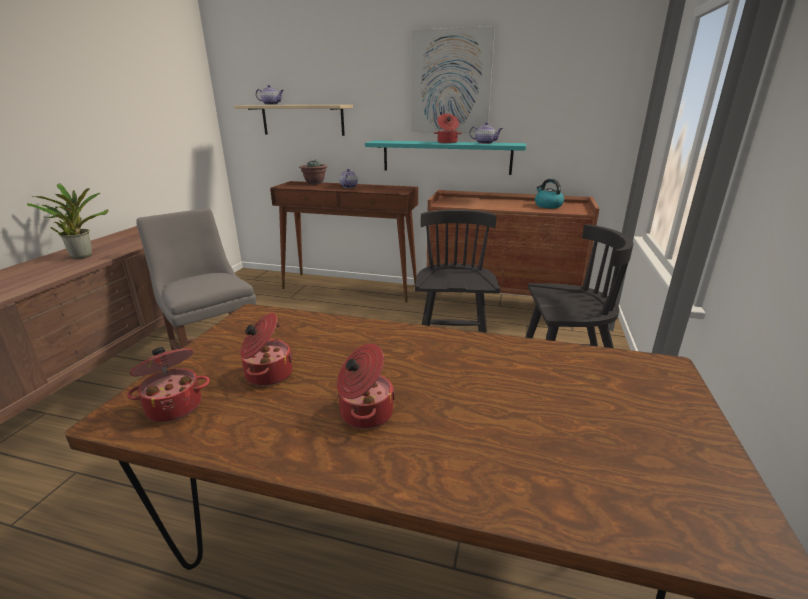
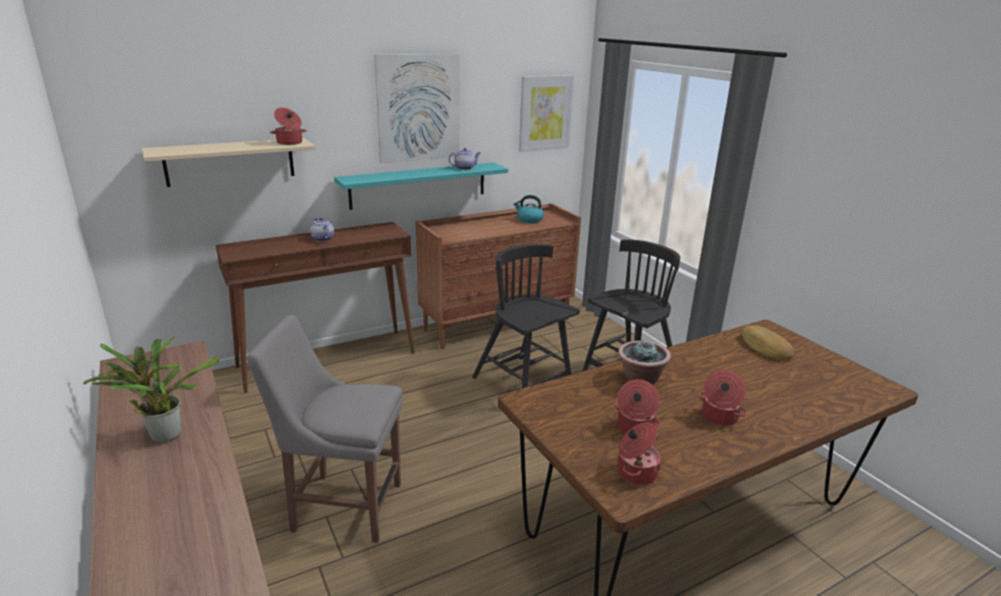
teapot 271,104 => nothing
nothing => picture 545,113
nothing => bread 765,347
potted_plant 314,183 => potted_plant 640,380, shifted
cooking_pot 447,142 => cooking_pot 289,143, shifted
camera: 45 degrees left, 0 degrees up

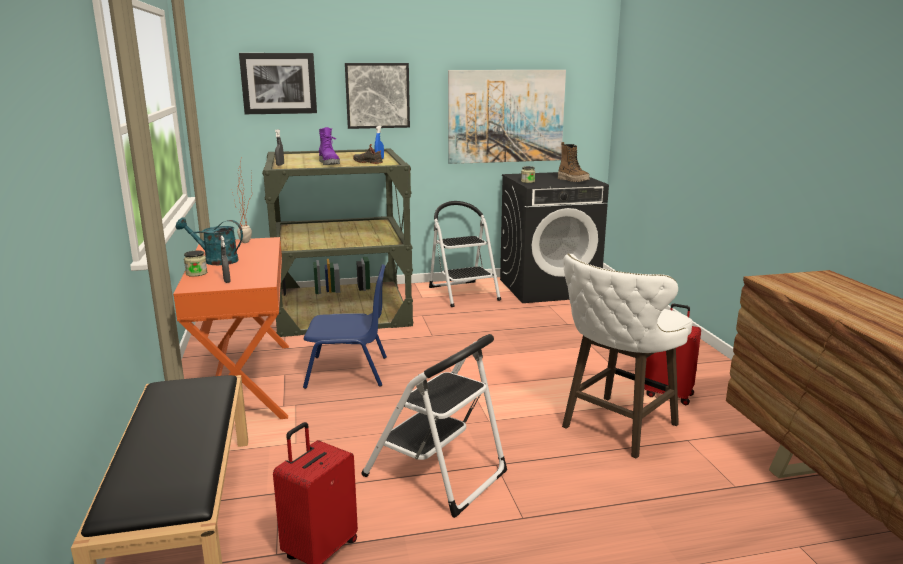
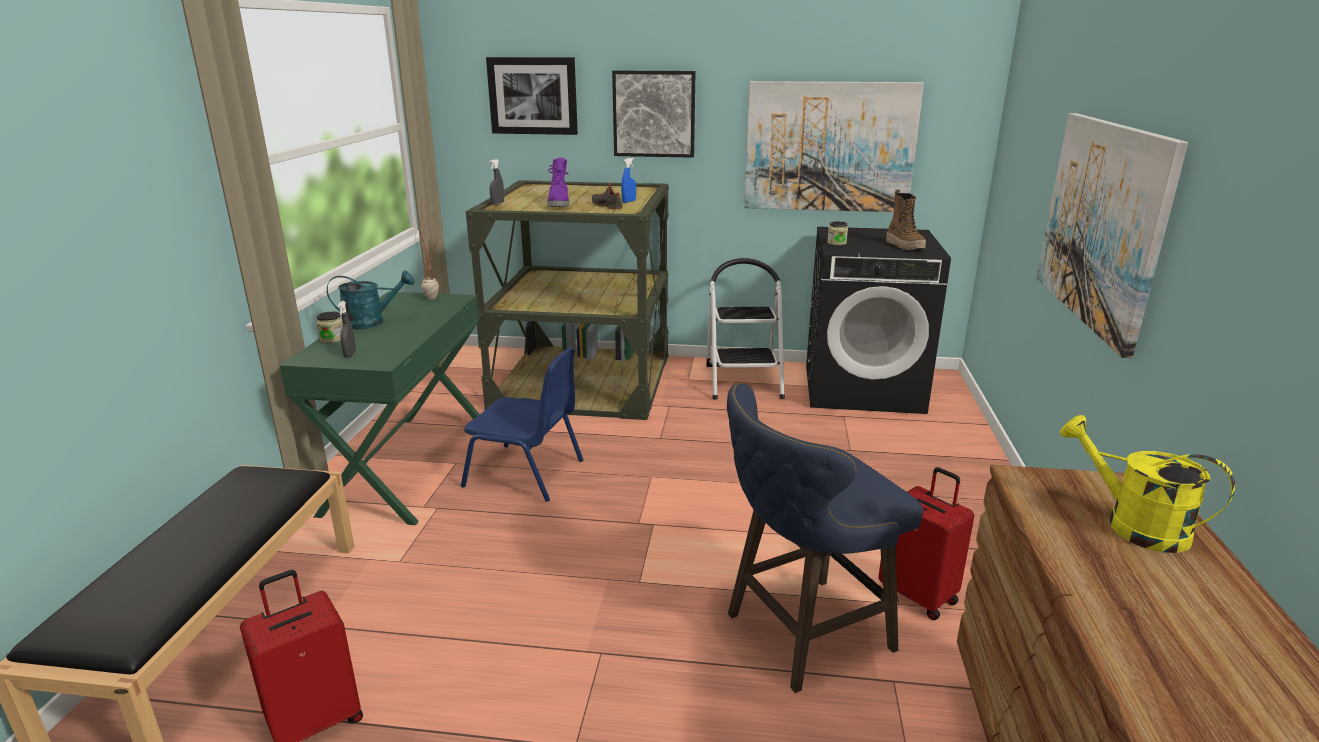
step_ladder 438,475 => nothing
nothing => picture 1102,223
nothing => yellow_watering_can 1132,525
orange_desk 246,382 => green_desk 409,465
white_stool 616,427 => blue_stool 802,634
turquoise_watering_can 215,260 => turquoise_watering_can 372,322, 135 degrees clockwise
camera: 20 degrees right, 5 degrees up

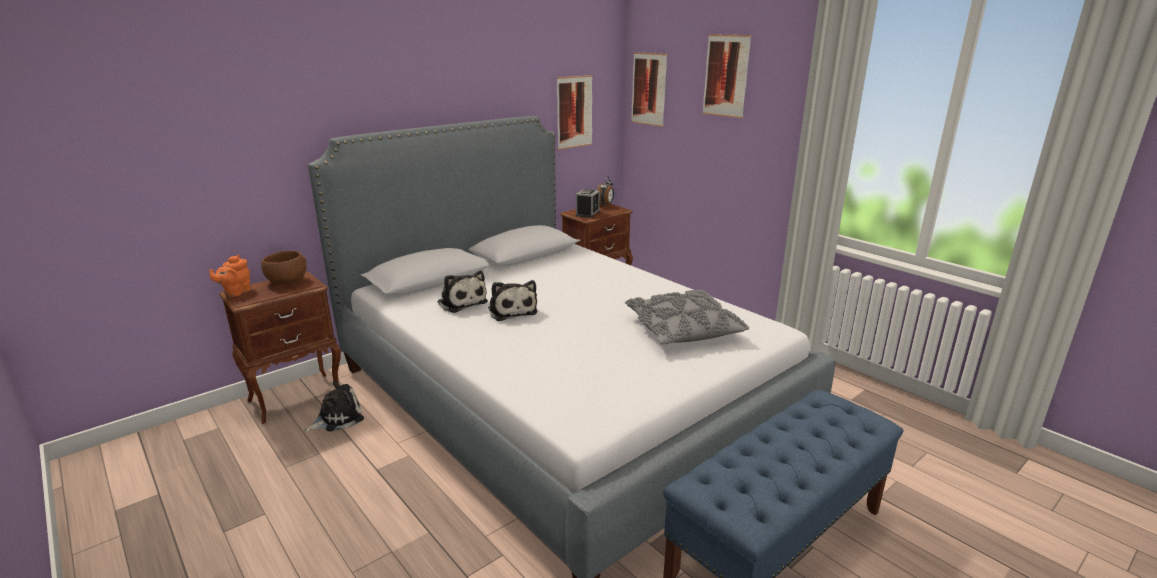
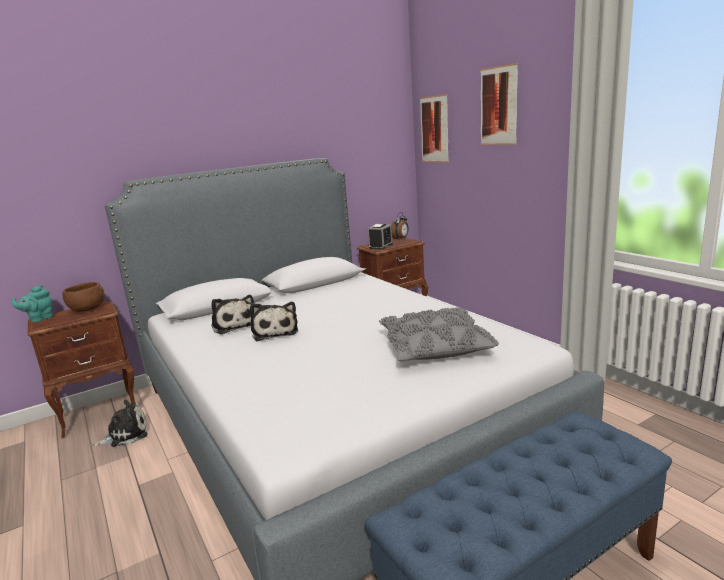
picture 574,112 => nothing
orange_teapot 235,292 => turquoise_teapot 39,319
camera: 10 degrees right, 5 degrees down

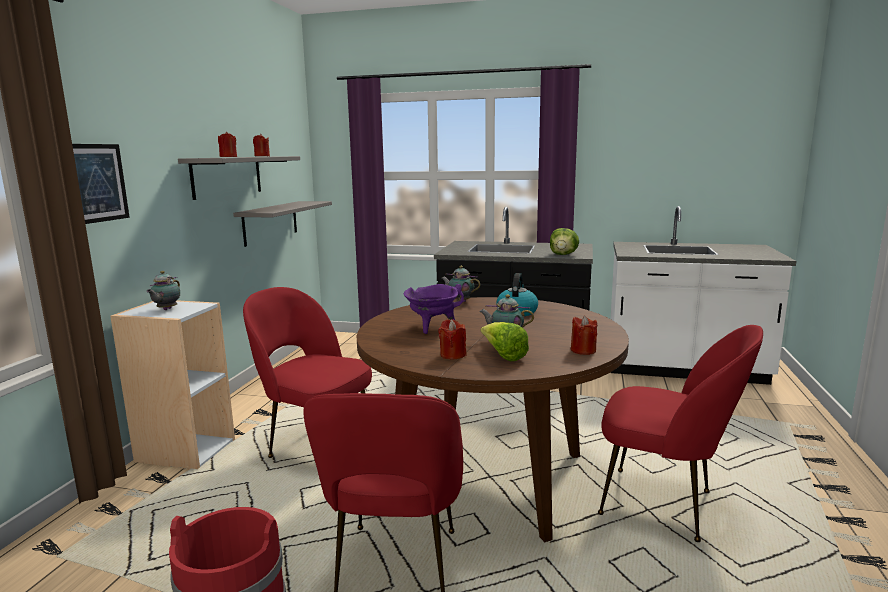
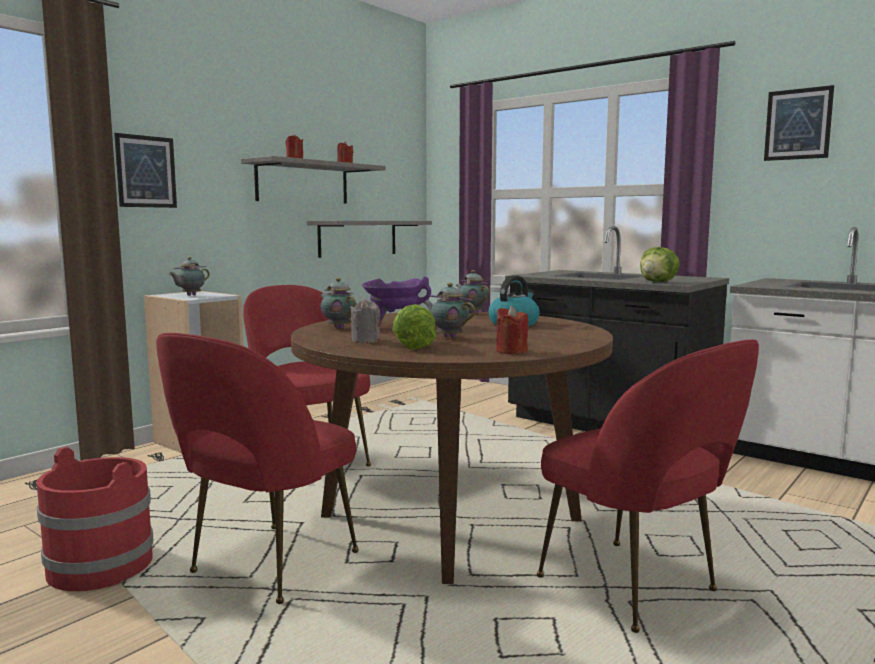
nothing => teapot 338,328
nothing => picture 798,124
red_candle 452,355 => grey_candle 365,341
camera: 25 degrees right, 5 degrees down

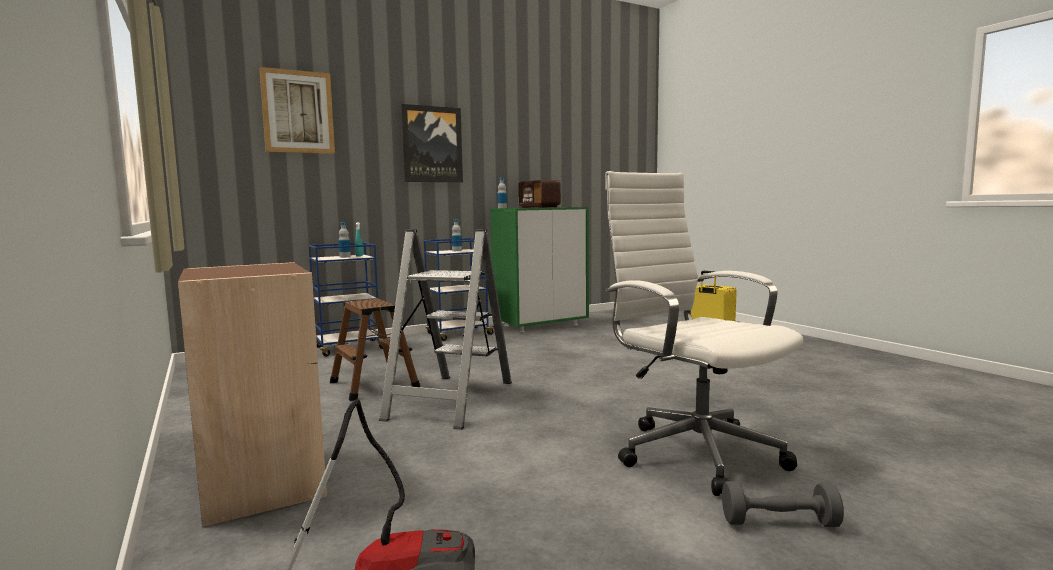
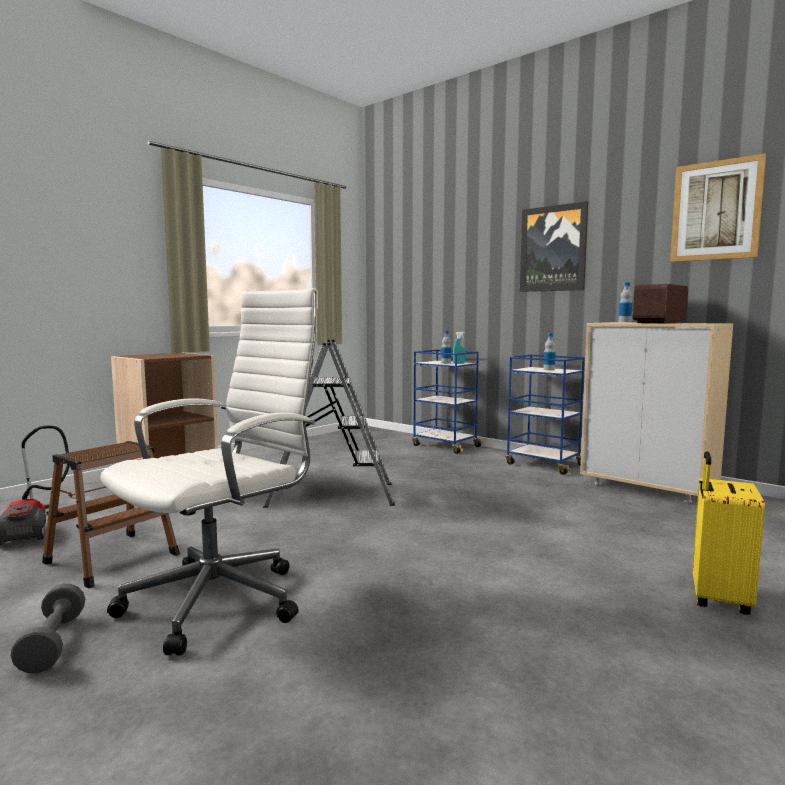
picture 298,112 => picture 715,210, shifted
brown_step_ladder 374,384 => brown_step_ladder 112,558, shifted
green_cabinet 541,325 => beige_cabinet 650,487
camera: 70 degrees right, 0 degrees up

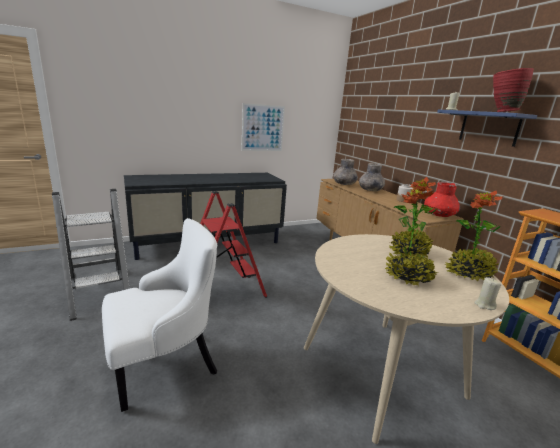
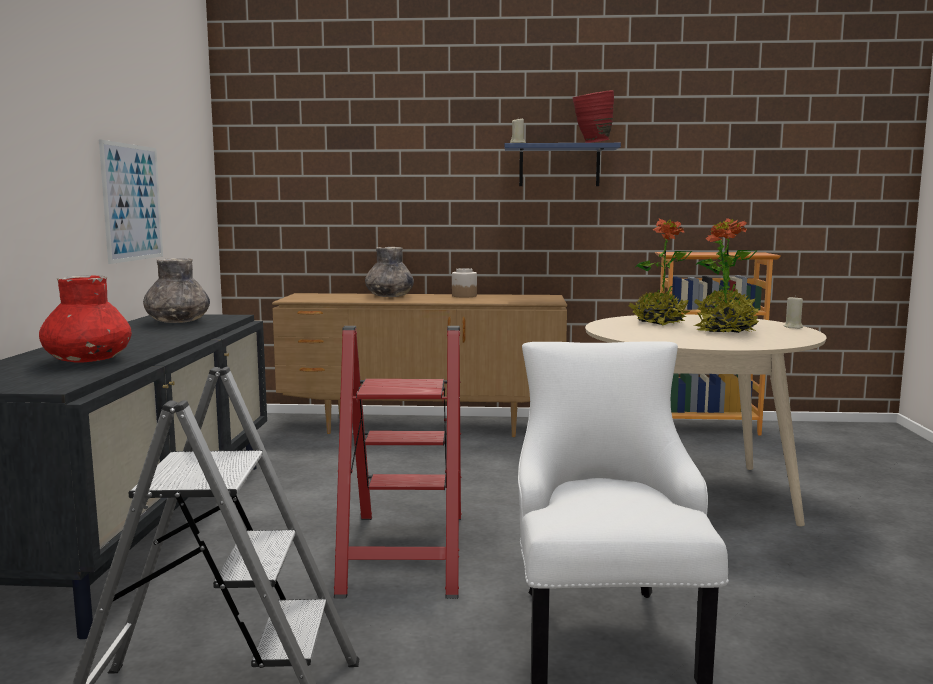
grey_vase 344,184 => grey_vase 177,322, shifted
red_vase 439,215 => red_vase 88,361, shifted
camera: 60 degrees left, 10 degrees down

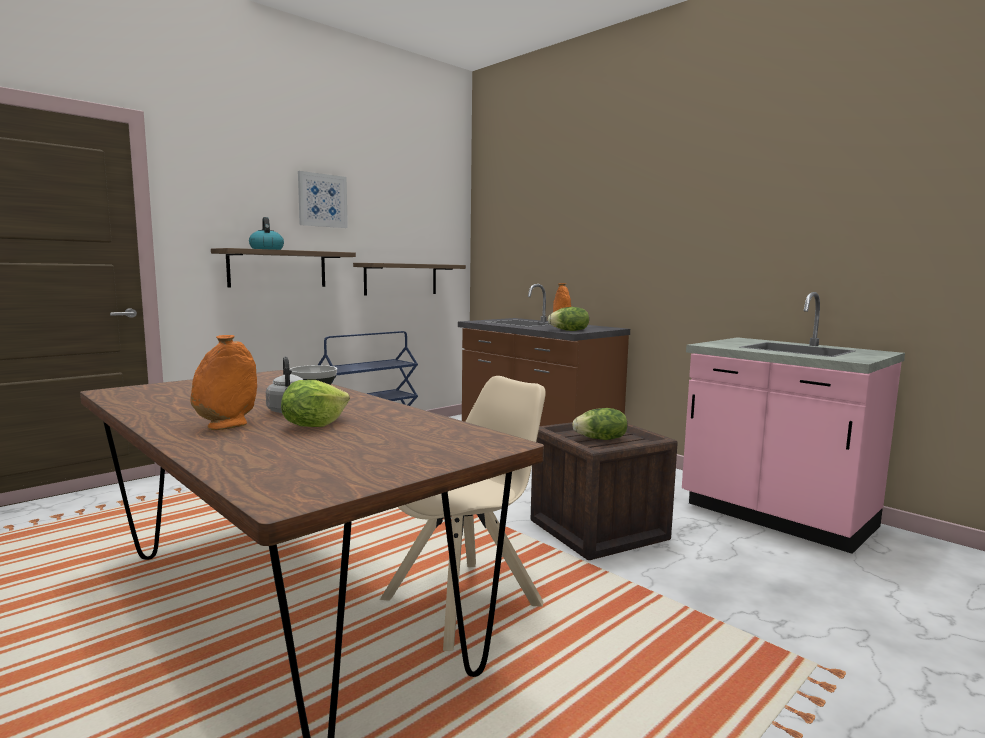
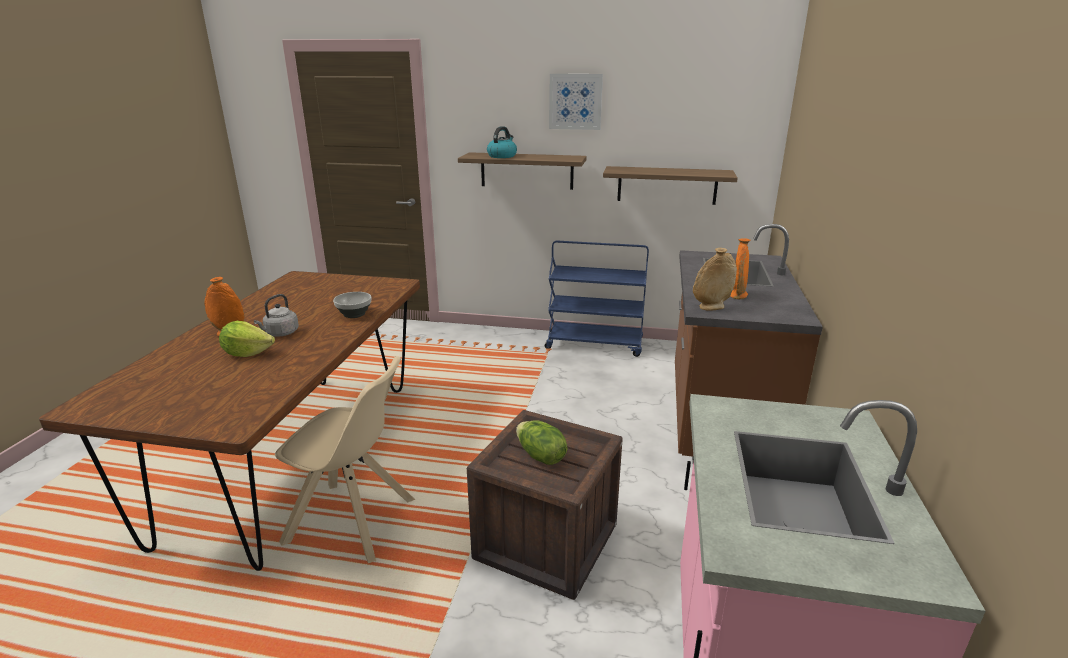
lettuce 569,330 => beige_vase 711,307
camera: 55 degrees right, 15 degrees up

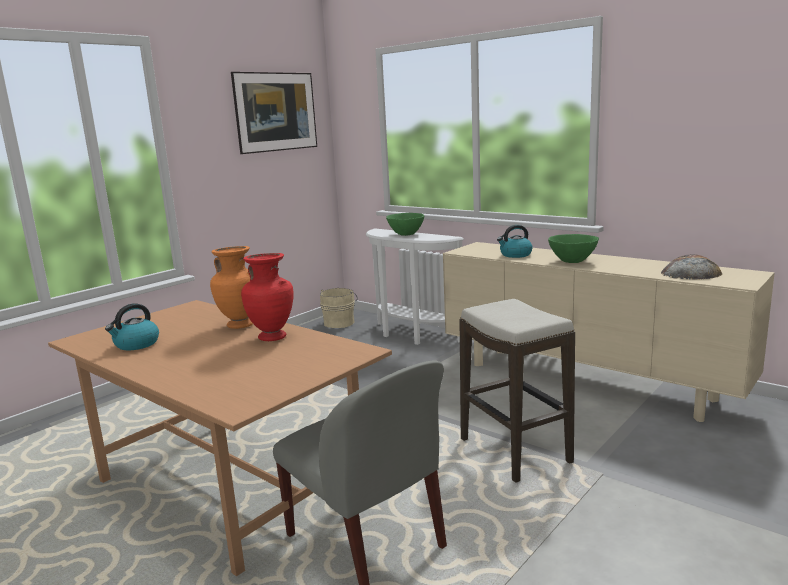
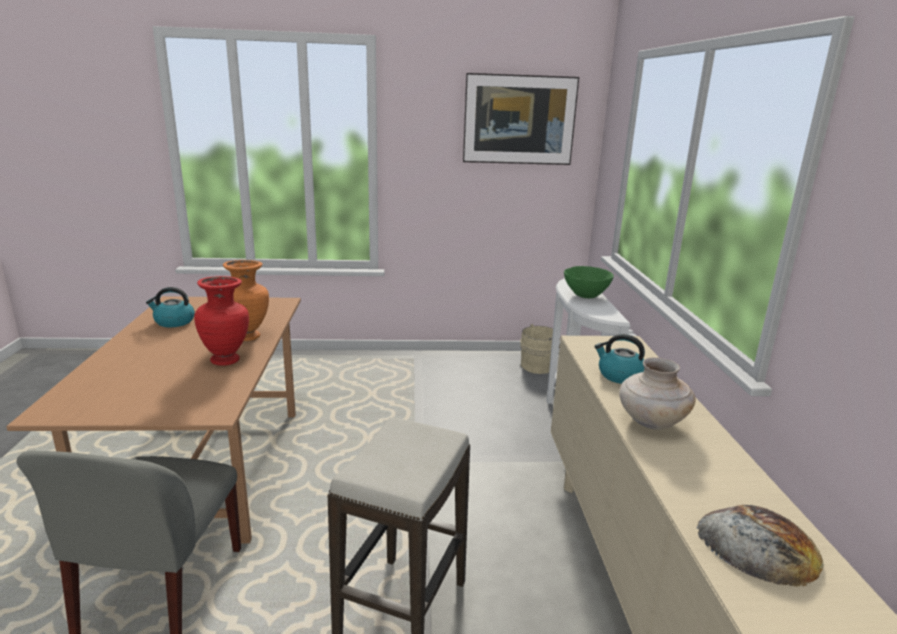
green_bowl 572,262 => beige_vase 651,422
camera: 45 degrees right, 5 degrees up

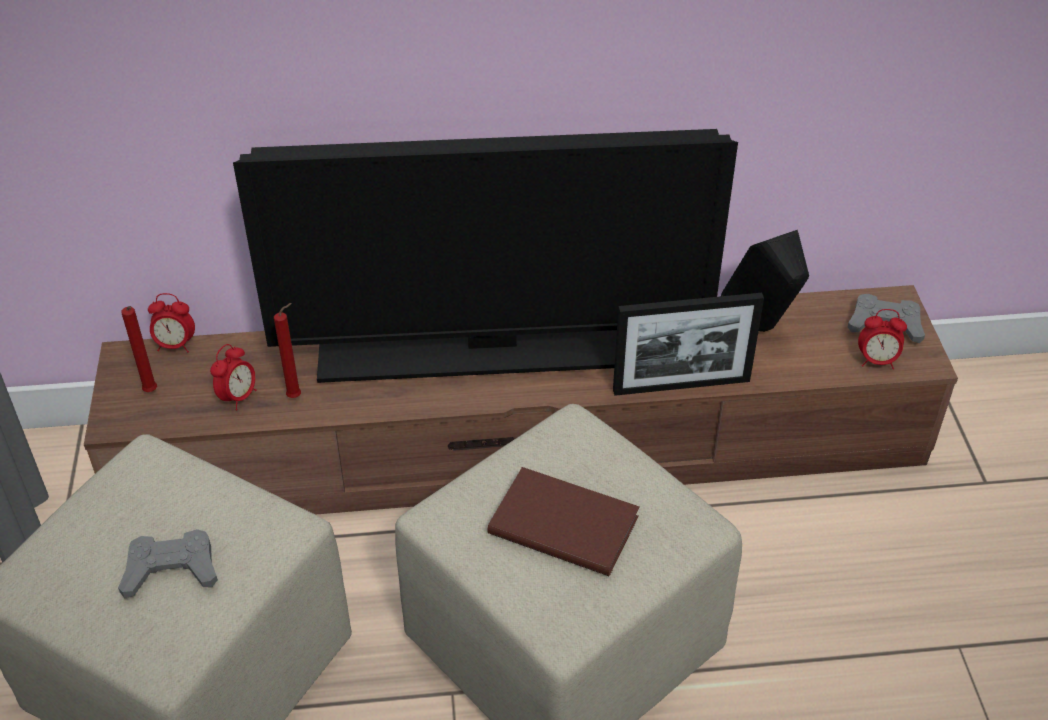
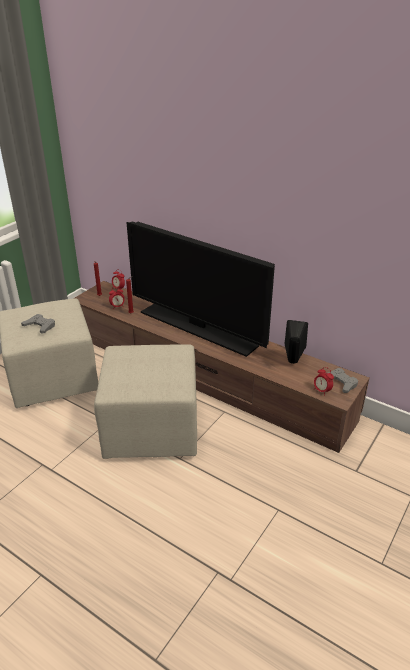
brown_book 563,522 => nothing
picture_frame 681,385 => nothing
camera: 40 degrees right, 10 degrees down

